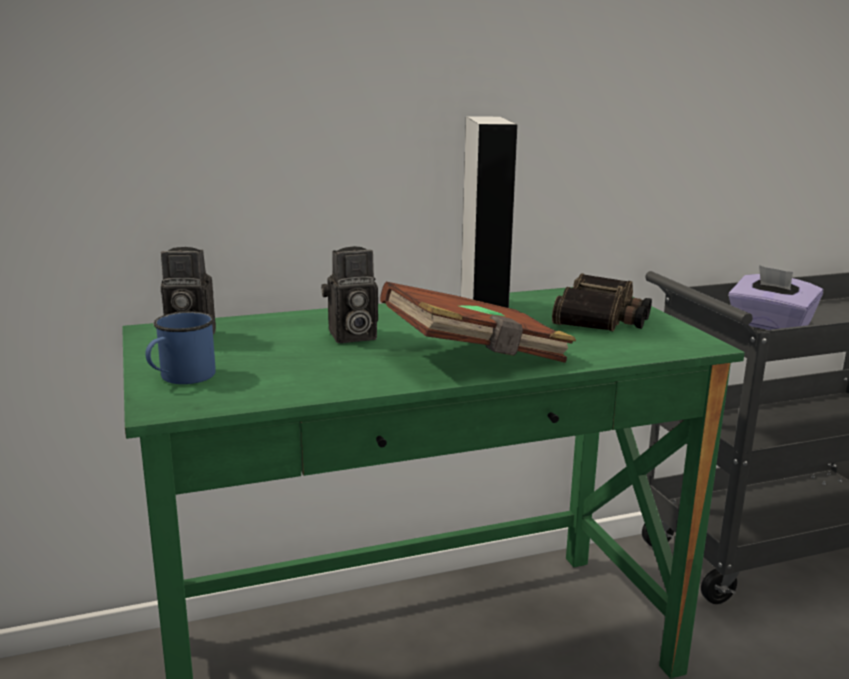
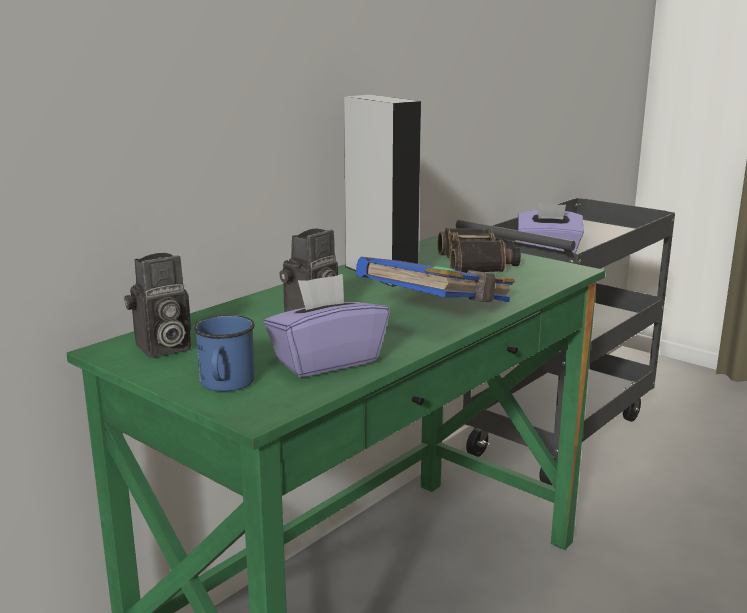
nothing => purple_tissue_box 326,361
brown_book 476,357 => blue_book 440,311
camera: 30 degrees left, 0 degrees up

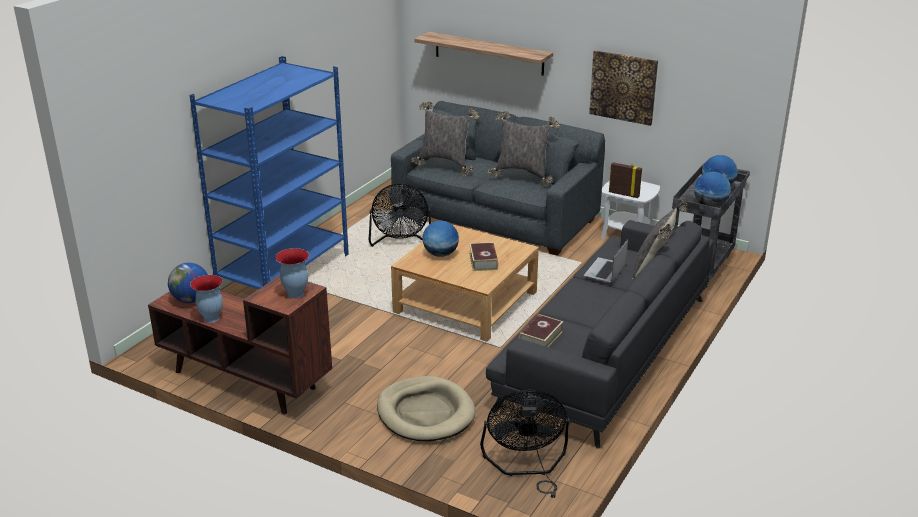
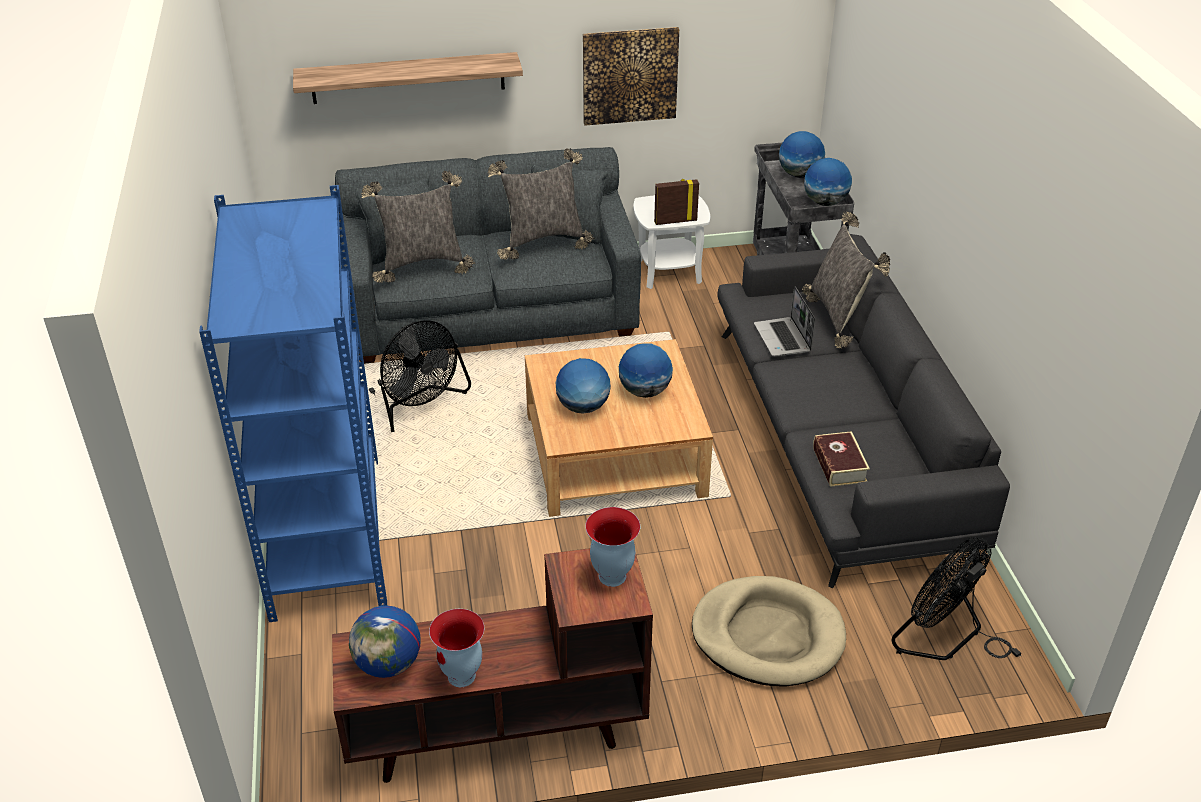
book 483,261 => globe 645,391
camera: 40 degrees left, 10 degrees up

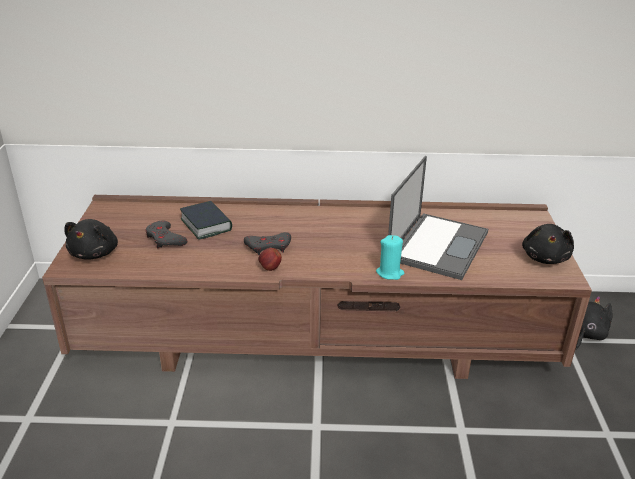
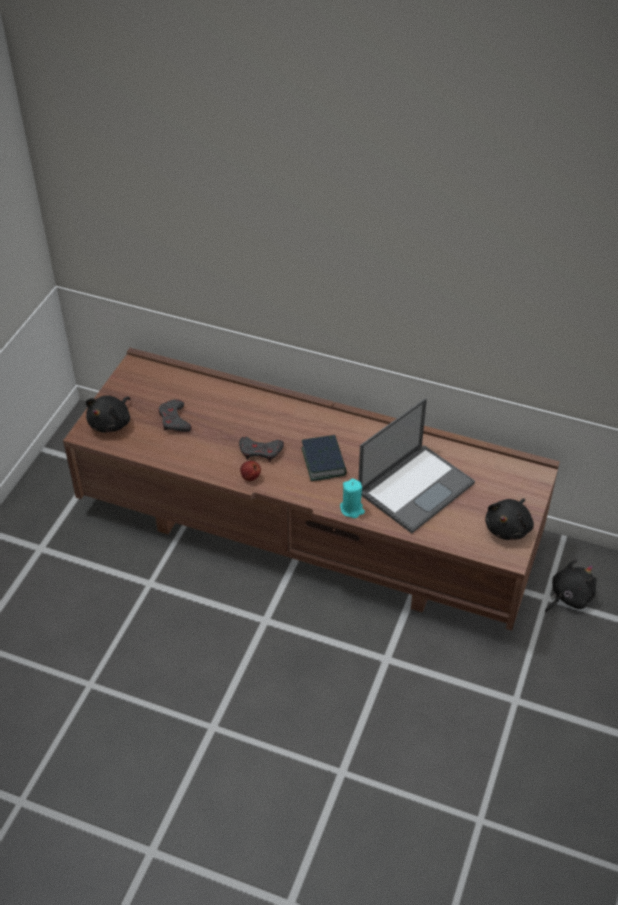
book 206,224 => book 323,461, shifted
camera: 20 degrees right, 15 degrees up

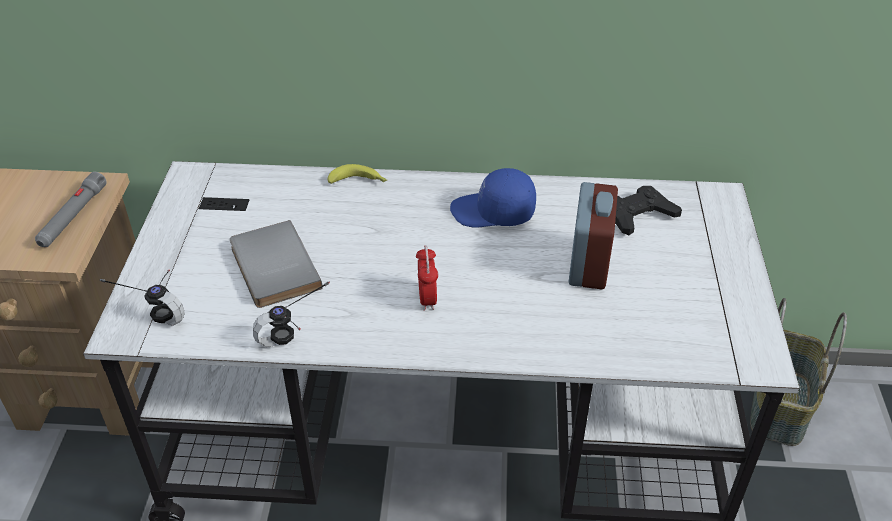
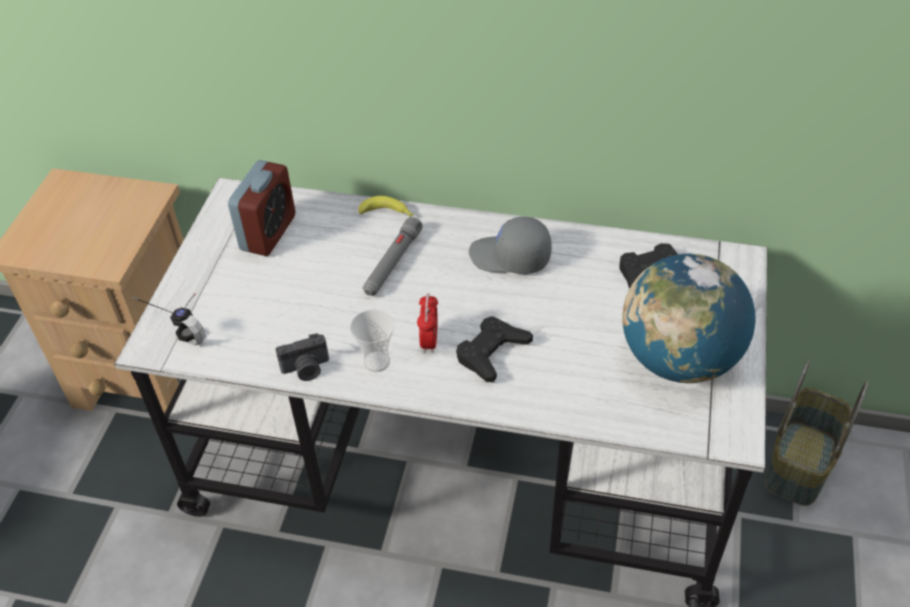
grey_book 271,268 => nothing
nothing => cup 376,362
nothing => black_game_controller 491,352
nothing => globe 679,359
grey_flashlight 73,216 => grey_flashlight 392,263, shifted
alarm_clock 589,264 => alarm_clock 268,233, shifted
headphones 300,338 => photo_camera 306,369
blue_cap 493,212 => grey_cap 510,257
camera: 10 degrees right, 5 degrees up

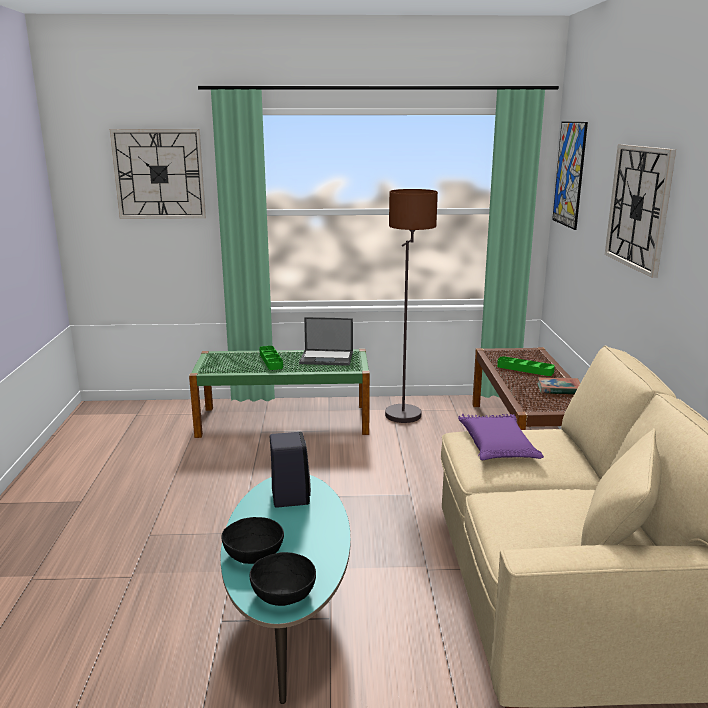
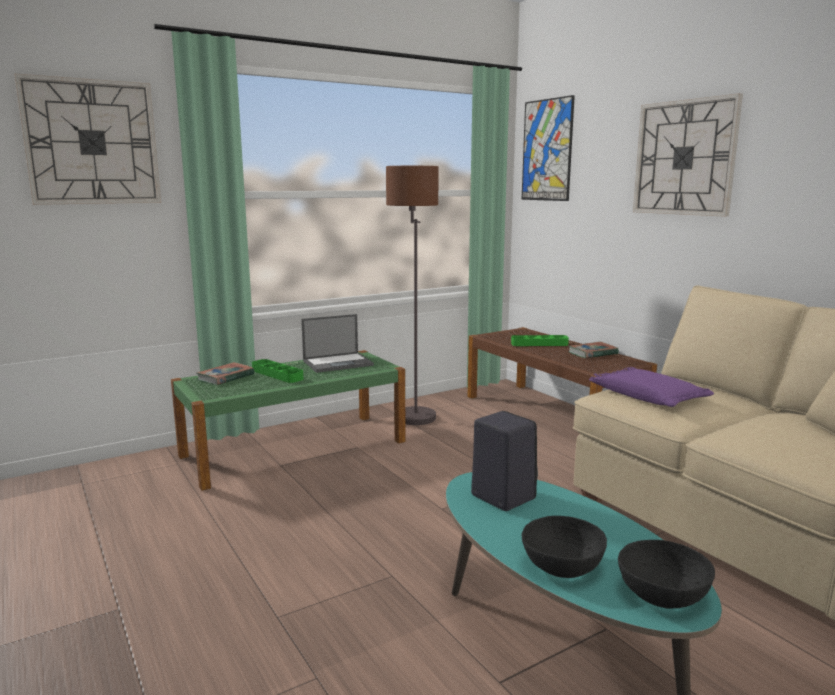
nothing => book 226,377
camera: 30 degrees left, 5 degrees down

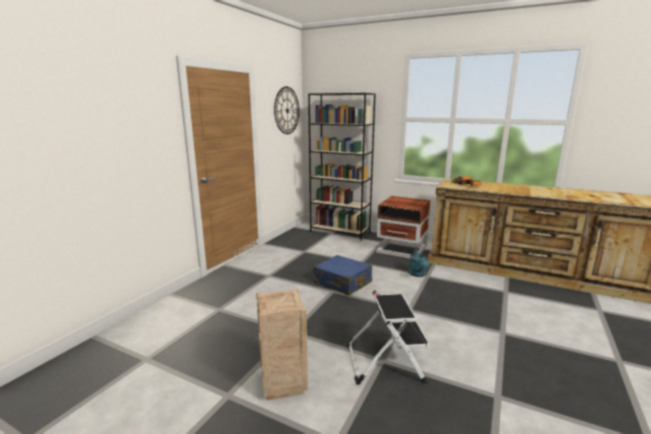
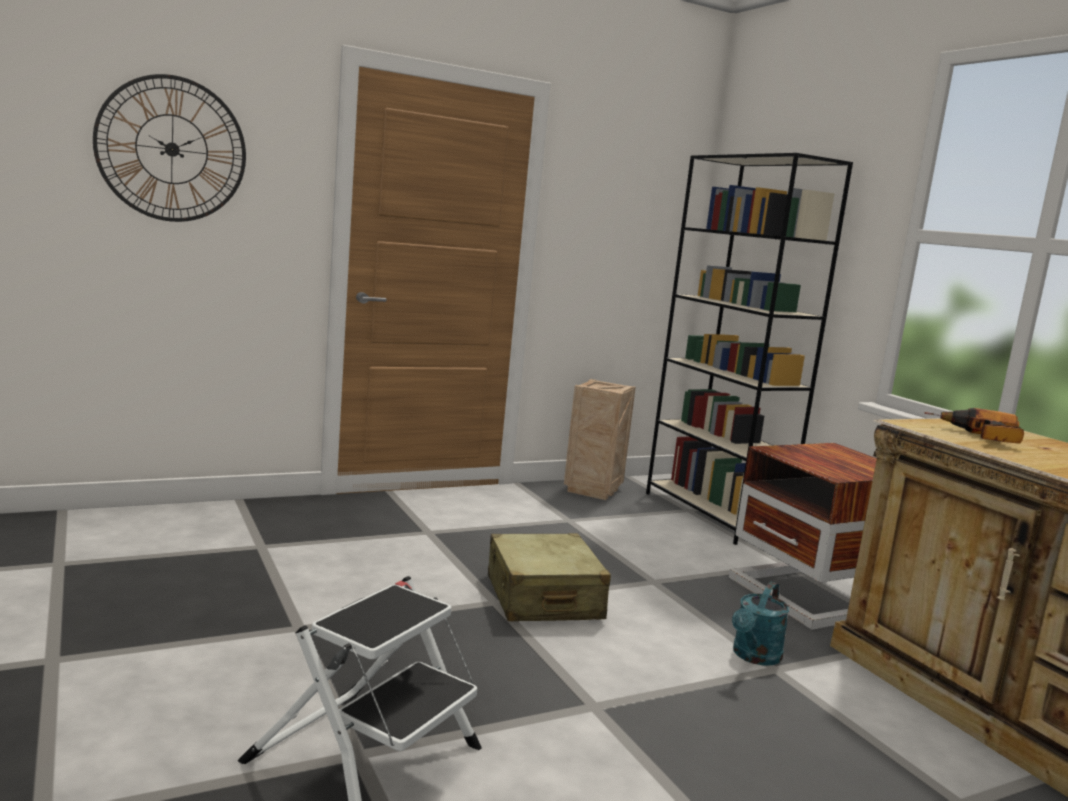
crate 282,383 => crate 592,490, shifted
wall_clock 287,110 => wall_clock 172,149, shifted
blue_suitcase 342,283 => beige_suitcase 543,598
camera: 35 degrees right, 5 degrees down

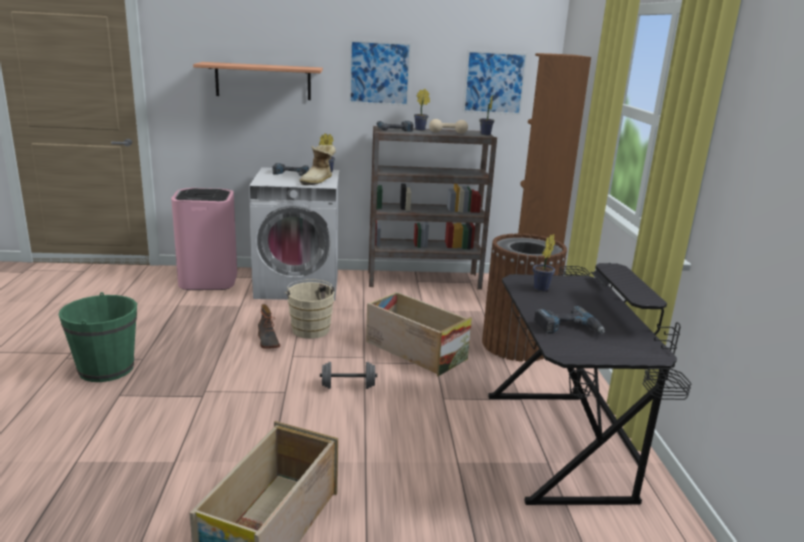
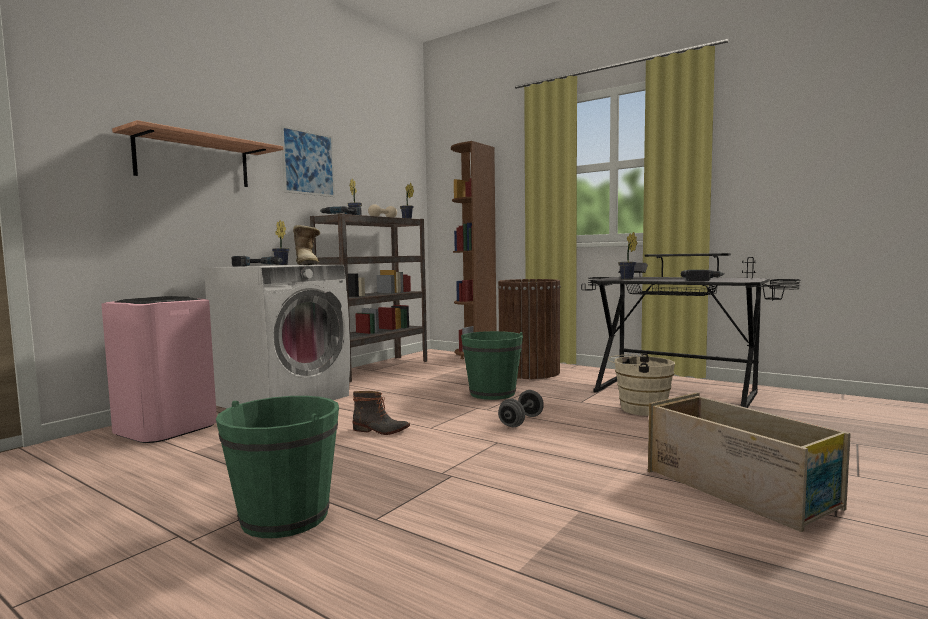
picture 494,83 => nothing
beige_bucket 310,328 => beige_bucket 639,409, shifted
crate 414,350 => green_bucket 492,393
camera: 50 degrees left, 15 degrees down

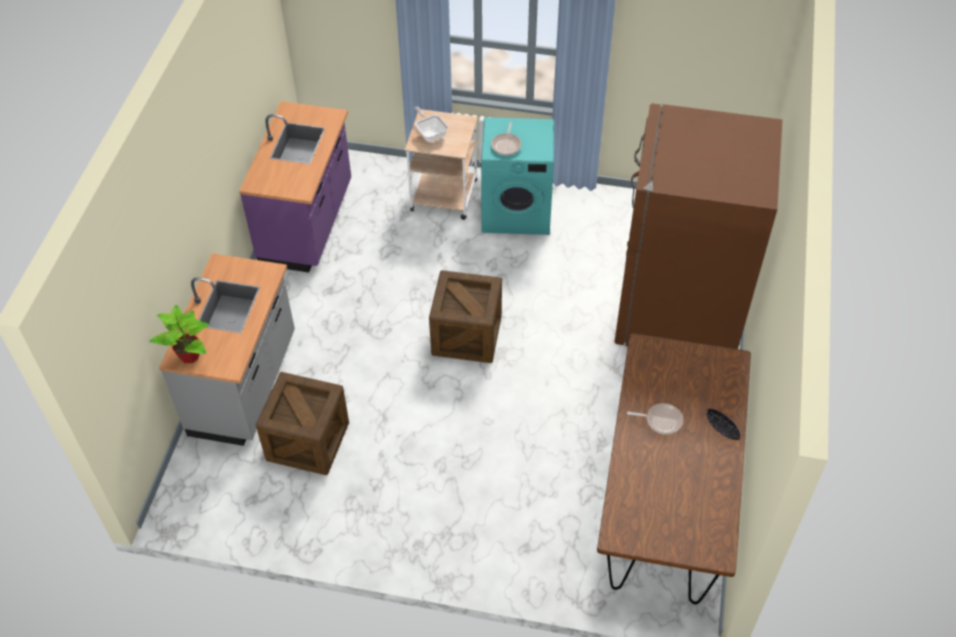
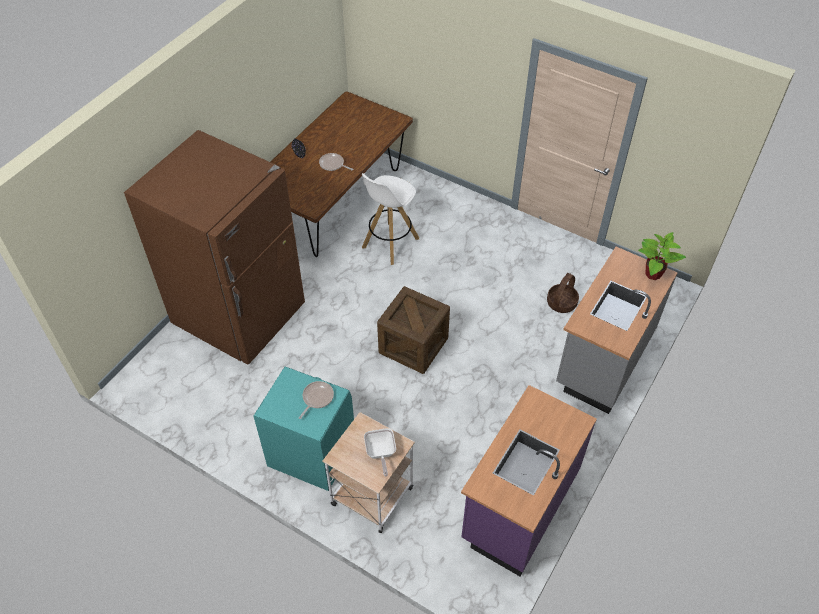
nothing => white_stool 390,243
crate 308,441 => basket 561,302
camera: 160 degrees left, 0 degrees up

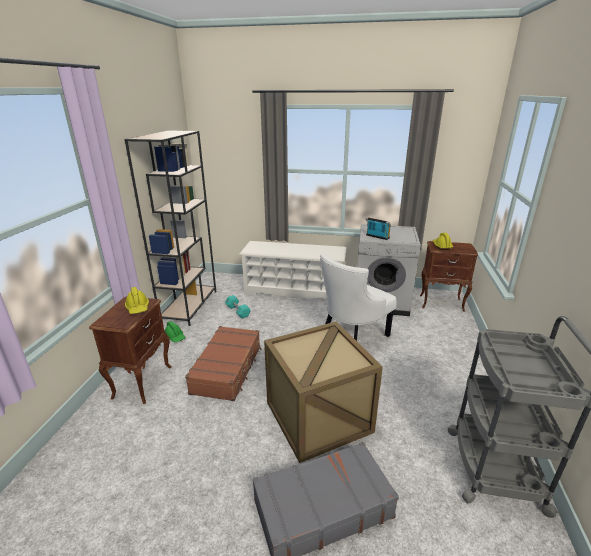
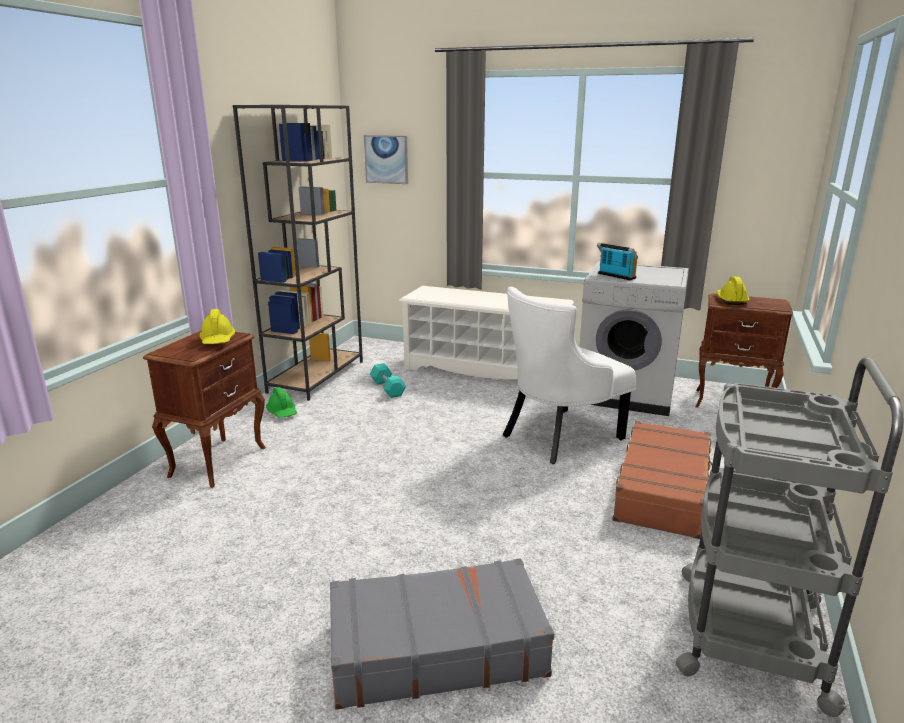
crate 320,417 => nothing
nothing => picture 386,159
brown_suitcase 228,369 => brown_suitcase 663,491, shifted
camera: 10 degrees right, 5 degrees down

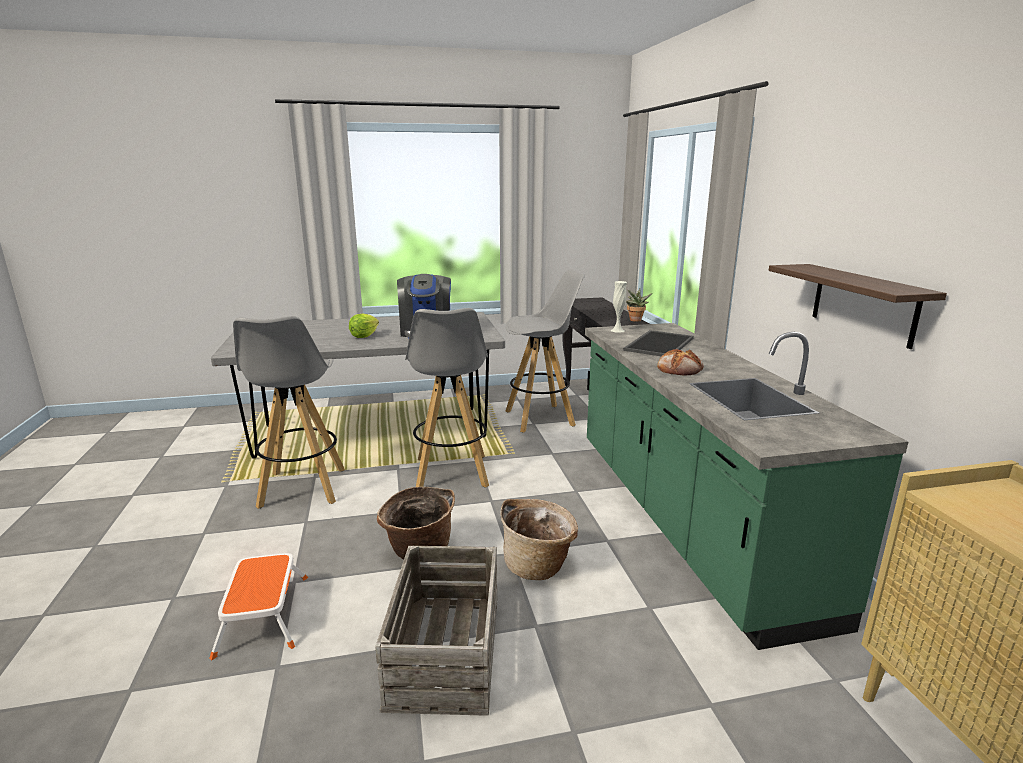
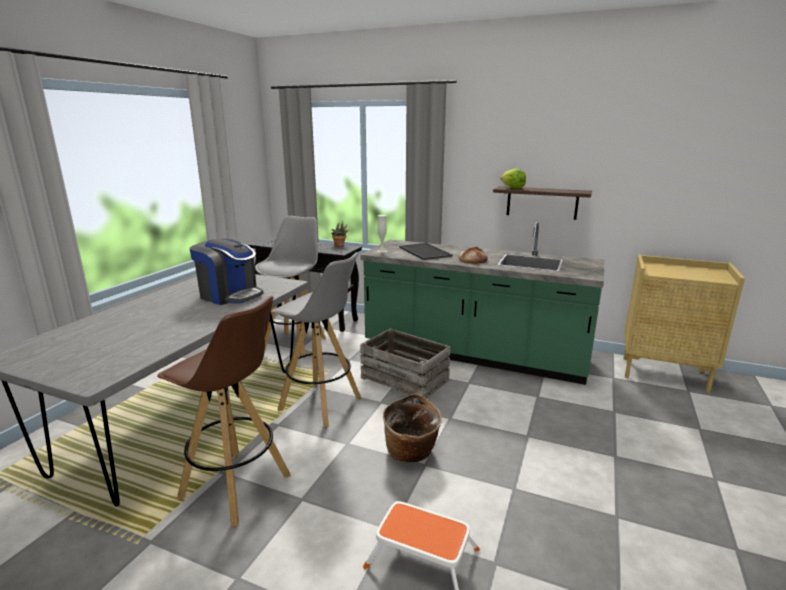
basket 538,565 => nothing
lettuce 364,336 => lettuce 512,188, shifted
crate 447,651 => crate 405,378, shifted
grey_stool 301,488 => brown_stool 236,487
camera: 55 degrees left, 0 degrees up

